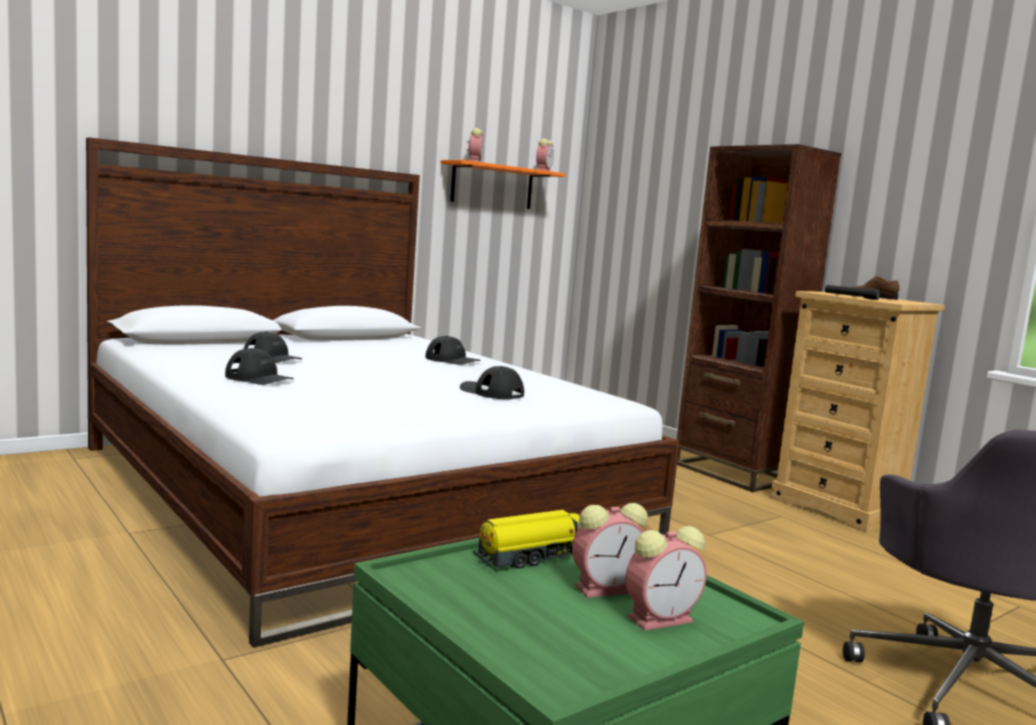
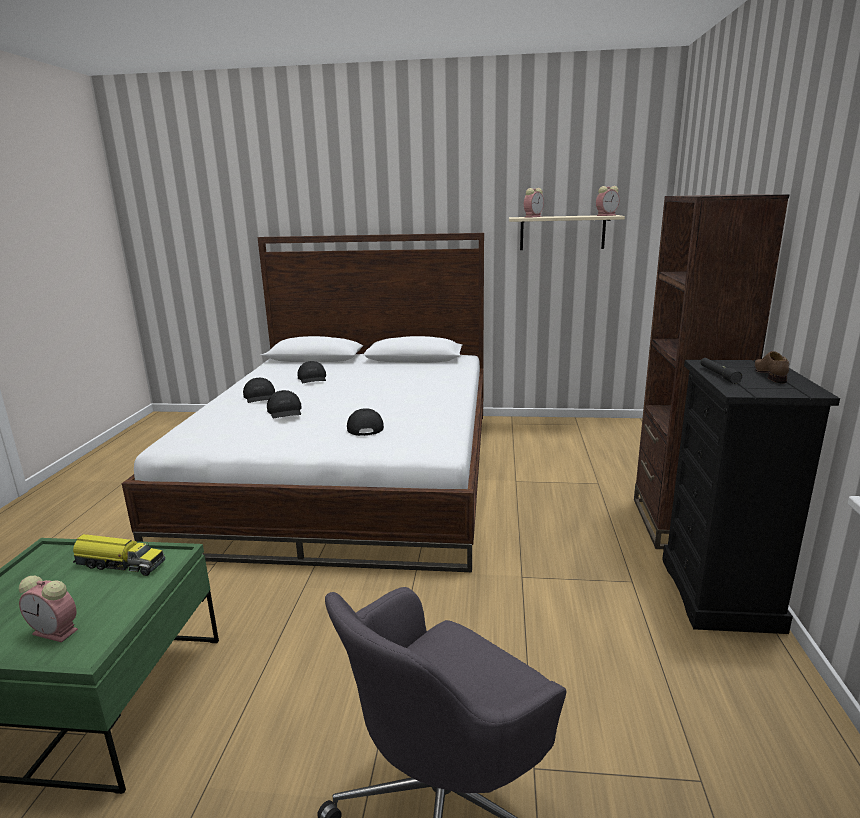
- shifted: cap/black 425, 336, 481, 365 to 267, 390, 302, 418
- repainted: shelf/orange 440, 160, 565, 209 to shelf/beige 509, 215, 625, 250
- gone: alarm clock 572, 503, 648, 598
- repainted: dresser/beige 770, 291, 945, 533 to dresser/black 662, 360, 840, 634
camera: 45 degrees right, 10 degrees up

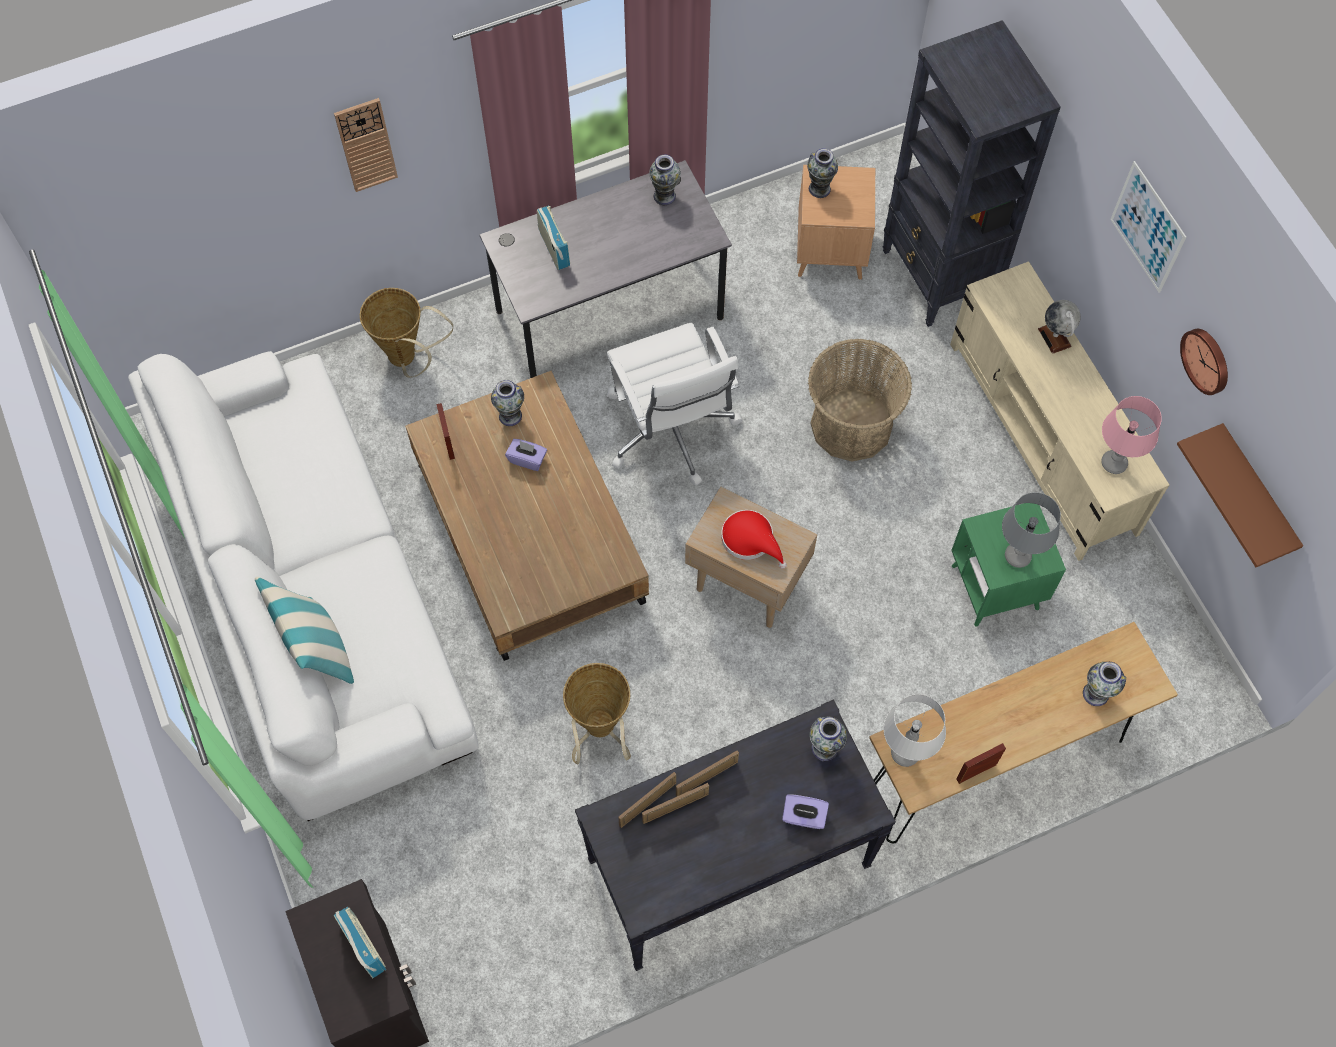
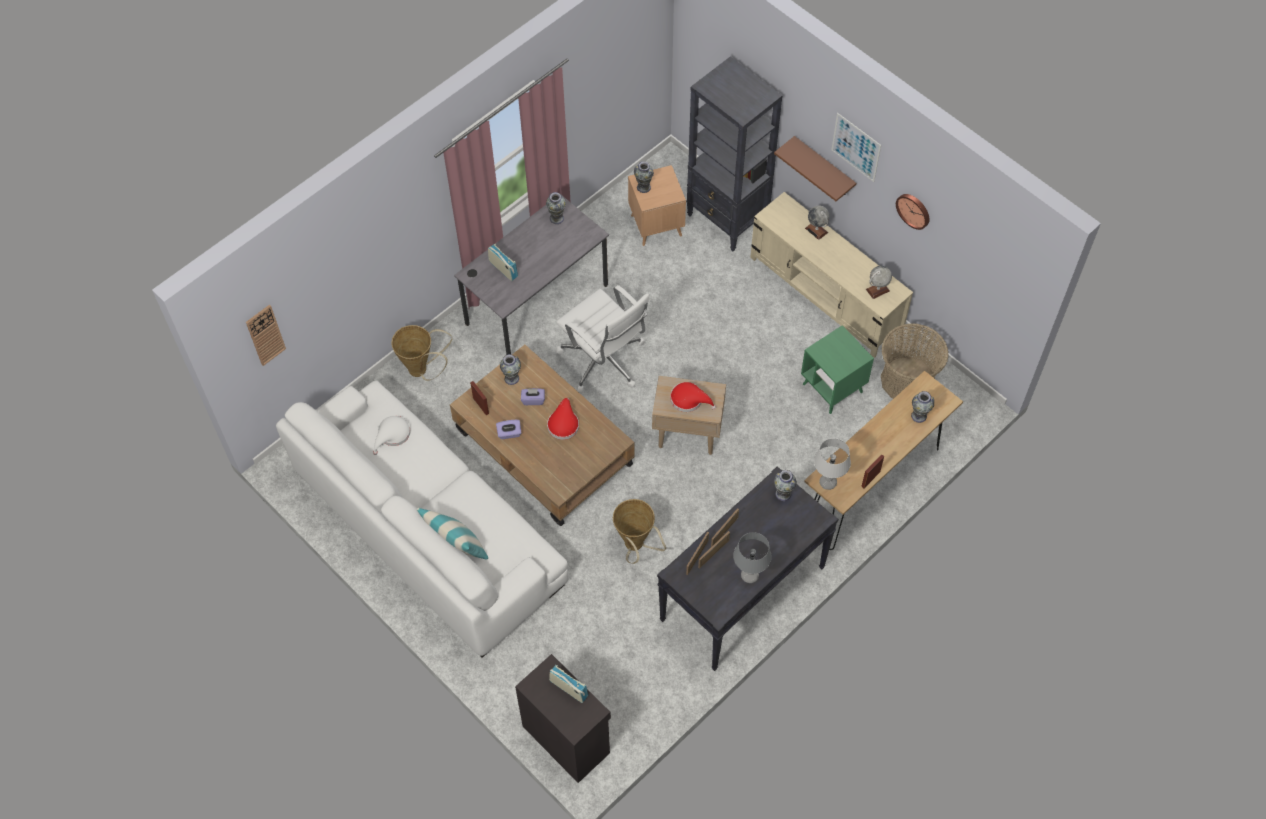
- shifted: wall clock 334, 98, 398, 192 to 246, 305, 286, 366
- shifted: tissue box/purple 782, 794, 829, 829 to 496, 420, 521, 439
- shifted: basket 808, 339, 912, 462 to 881, 323, 949, 399
- shifted: table lamp/grey 1002, 492, 1061, 568 to 733, 532, 772, 583
- swapped: table lamp/pink 1101, 396, 1162, 474 to globe 866, 266, 892, 299
- shifted: shelf/brown 1177, 423, 1303, 567 to 774, 136, 856, 201
- new: hat/white 373, 416, 410, 455
- new: hat/red 547, 398, 579, 440
camera: 20 degrees left, 5 degrees down

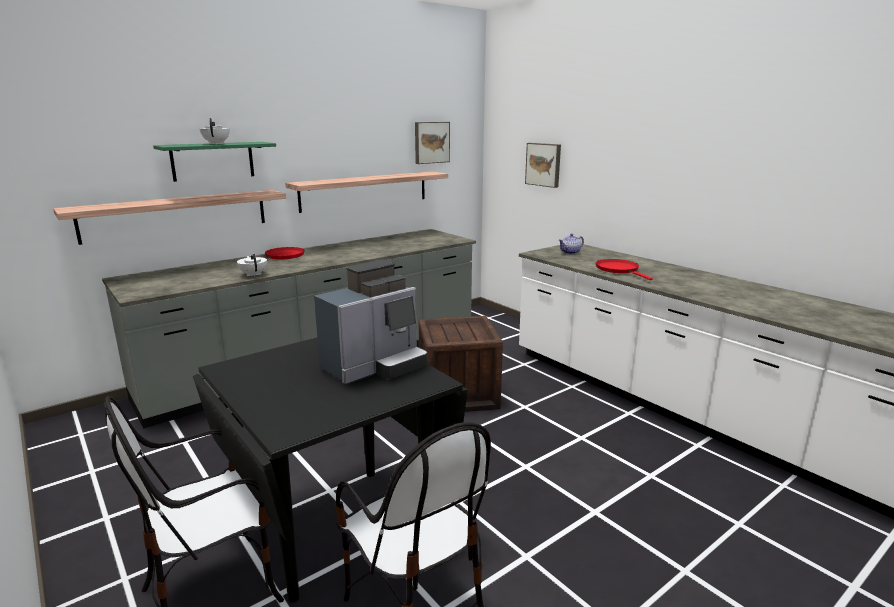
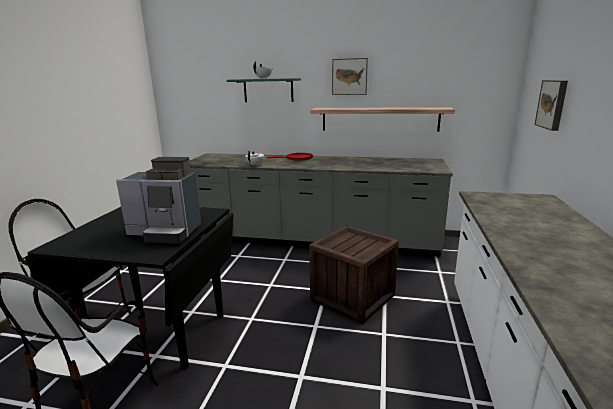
- gone: shelf 53, 190, 286, 245
- shifted: picture 415, 122, 450, 164 to 332, 58, 368, 95
- gone: teapot 559, 234, 584, 254
- gone: frying pan/red 596, 259, 653, 280
camera: 50 degrees right, 0 degrees up

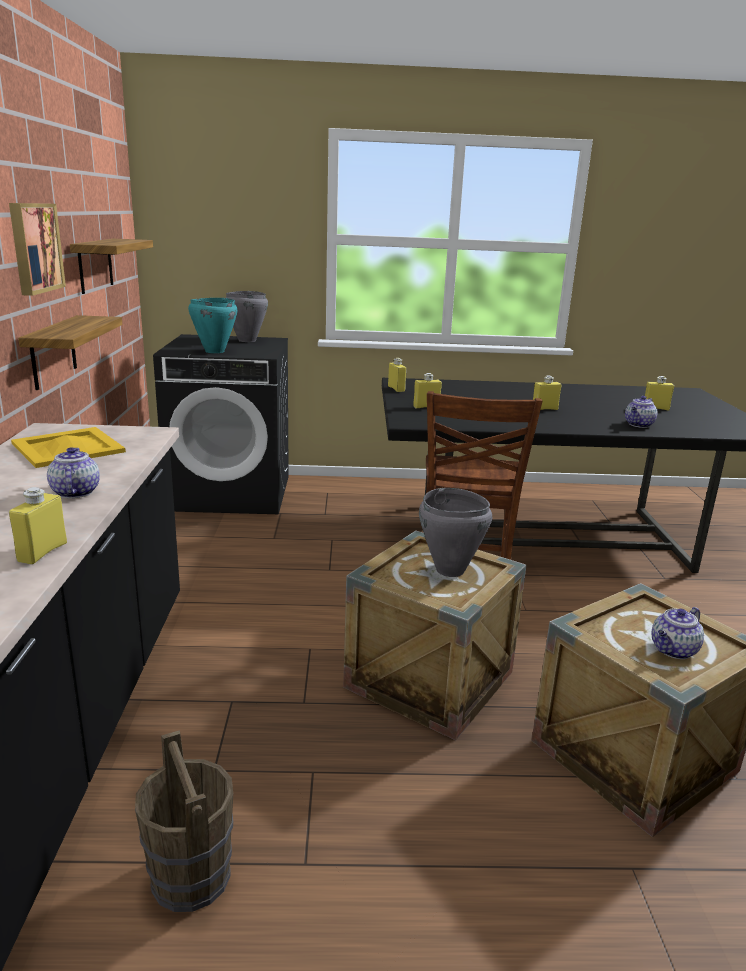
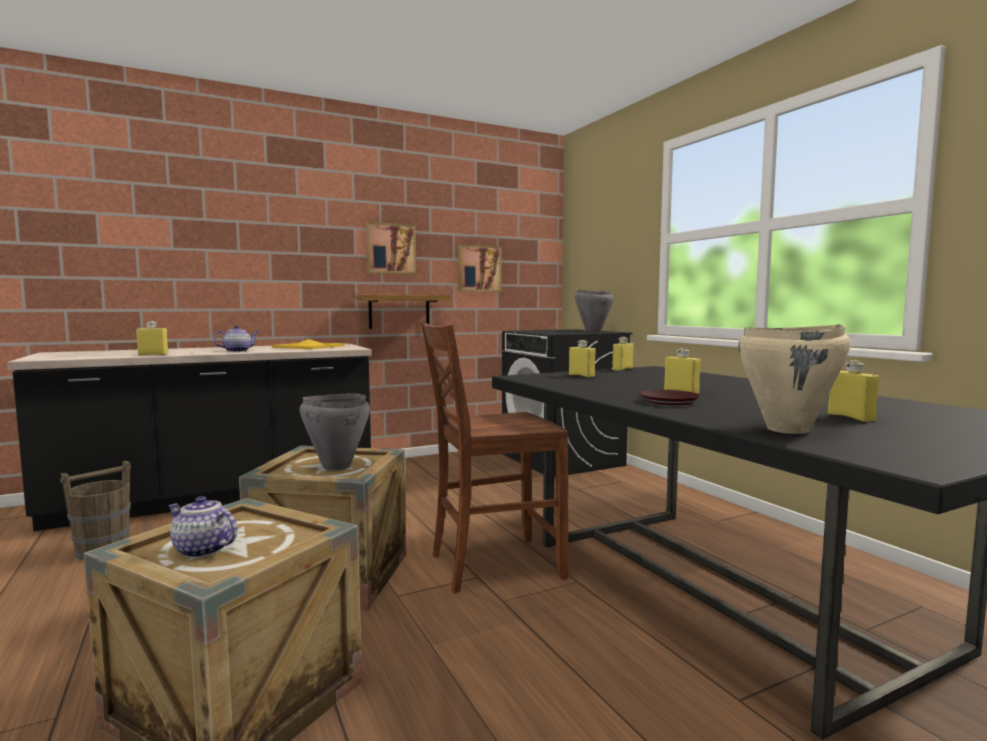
- swapped: shelf 70, 239, 153, 294 to picture 458, 244, 501, 292
- gone: cooking pot/turquoise 188, 298, 237, 353
- gone: teapot 625, 396, 658, 428
- new: plate/brown 639, 390, 700, 405
- new: cooking pot/beige 738, 324, 850, 434
camera: 65 degrees right, 15 degrees down

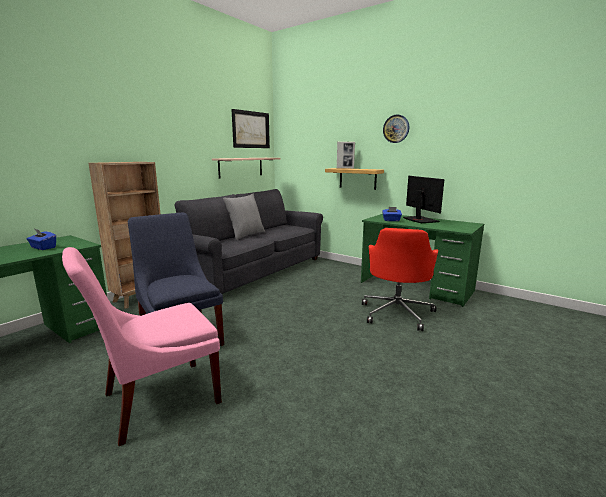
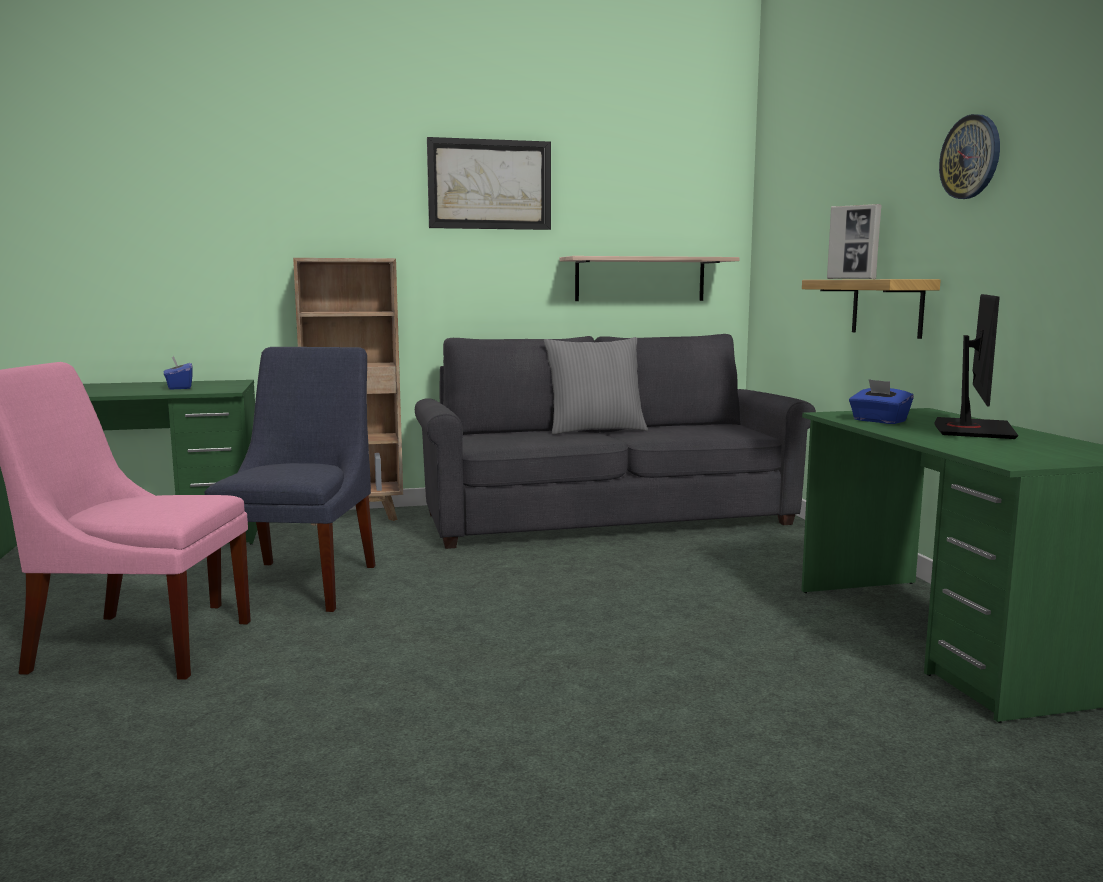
- shifted: picture 232, 109, 270, 148 to 427, 137, 551, 230
- gone: office chair/red 362, 228, 438, 331
camera: 40 degrees right, 5 degrees down

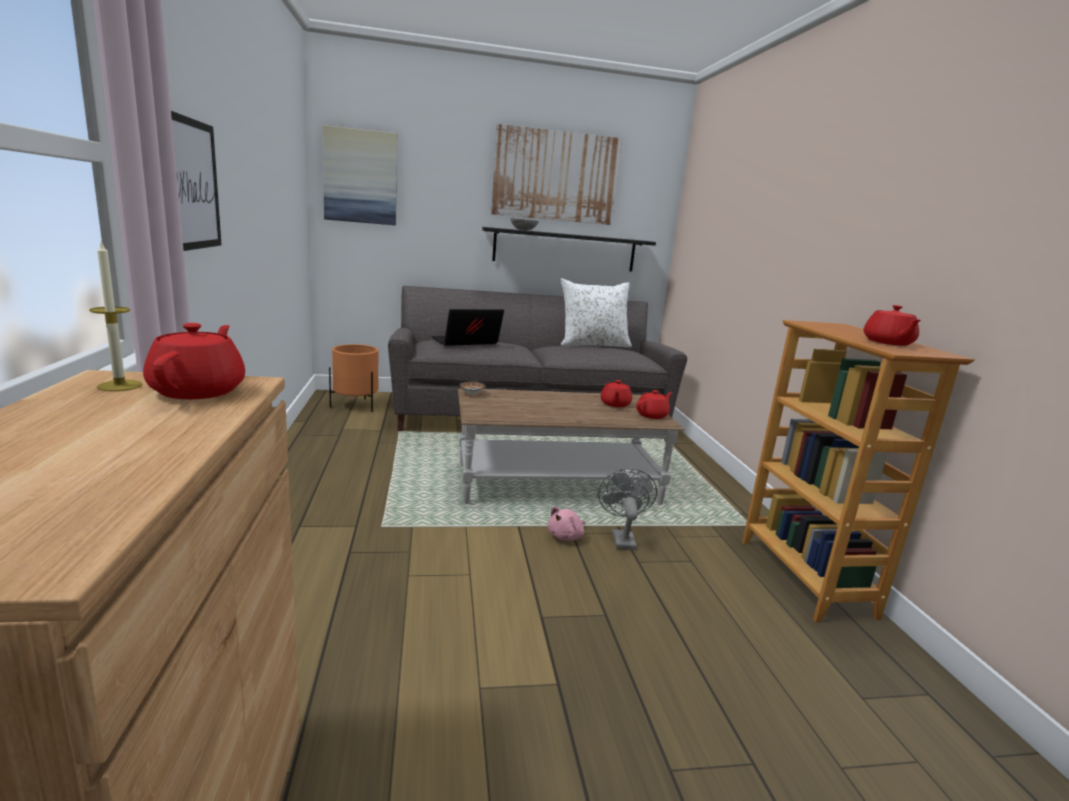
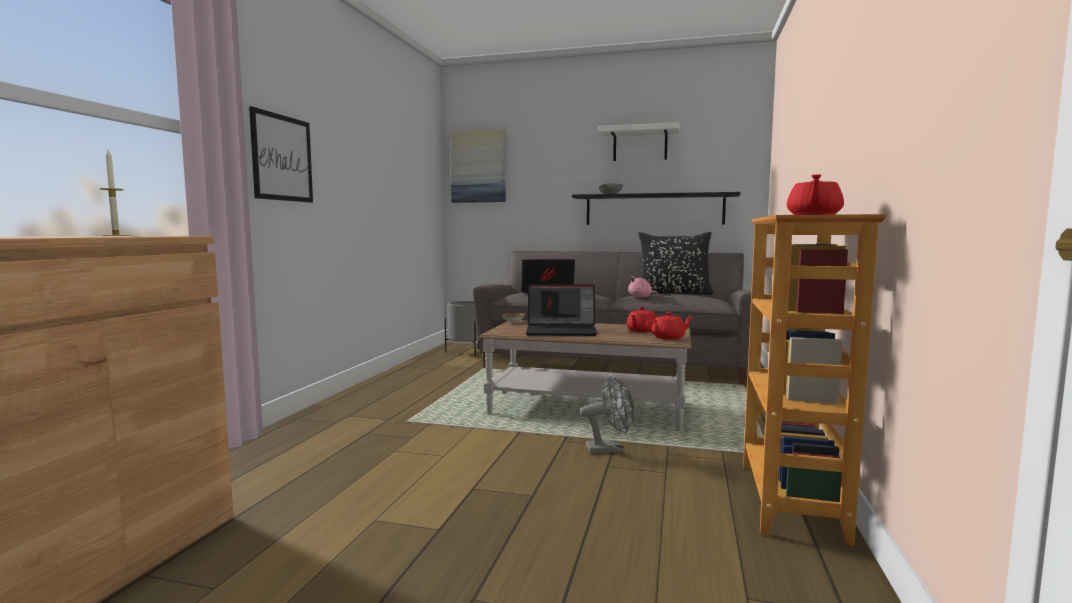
- gone: teapot/red 143, 323, 245, 399
- repainted: planter/orange 329, 344, 378, 412 to planter/grey 445, 301, 479, 356
- swapped: picture 491, 124, 622, 225 to shelf/white 599, 122, 679, 161
- shifted: plush toy/pink 548, 506, 585, 541 to 628, 276, 658, 298
- repainted: pillow/white 560, 278, 632, 347 to pillow/black 638, 232, 714, 295
- rotated: fan/grey 598, 469, 657, 550 = 580, 376, 634, 453 60 degrees clockwise
- new: laptop 525, 284, 597, 336
camera: 25 degrees right, 10 degrees down

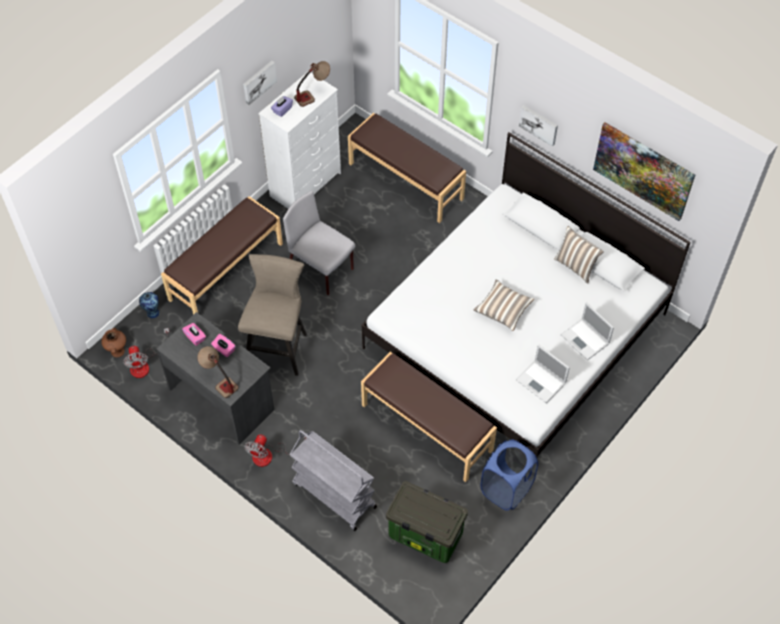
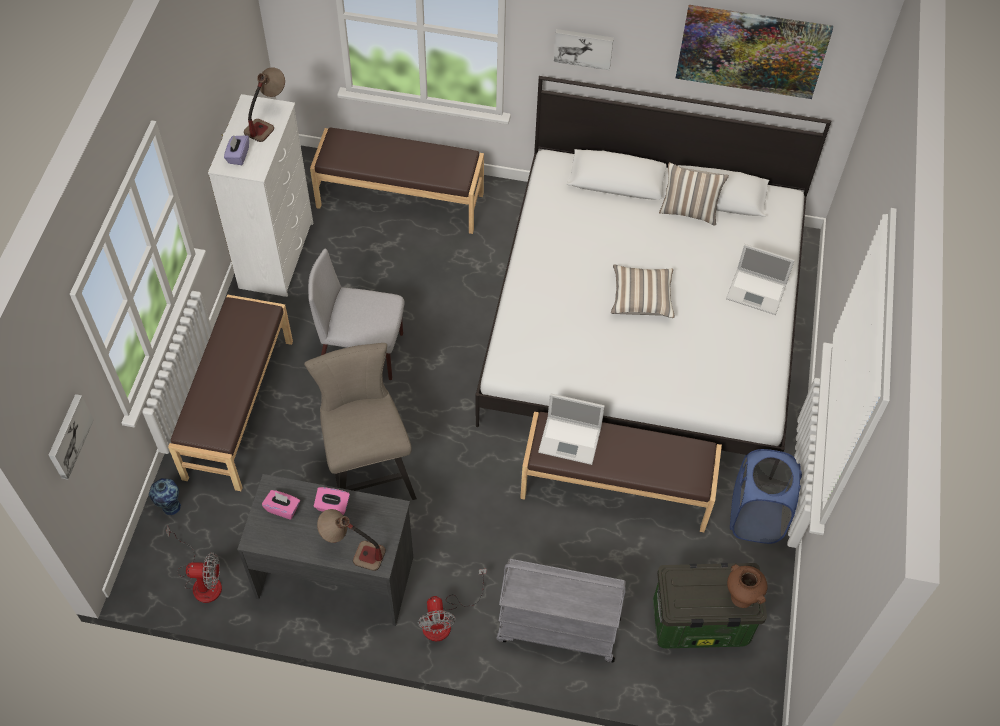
- shifted: vase/brown 101, 328, 126, 357 to 727, 564, 768, 608
- rotated: fan 123, 328, 169, 378 = 166, 526, 222, 603 45 degrees counterclockwise
- shifted: picture 243, 61, 277, 105 to 49, 394, 94, 480
- shifted: laptop 516, 344, 570, 403 to 538, 393, 605, 465
camera: 30 degrees left, 0 degrees up

